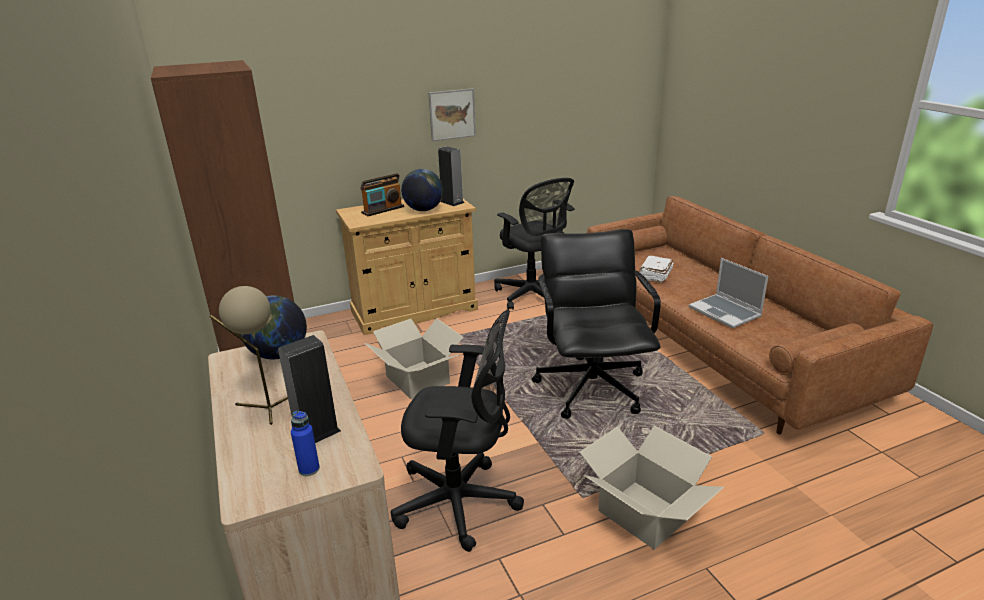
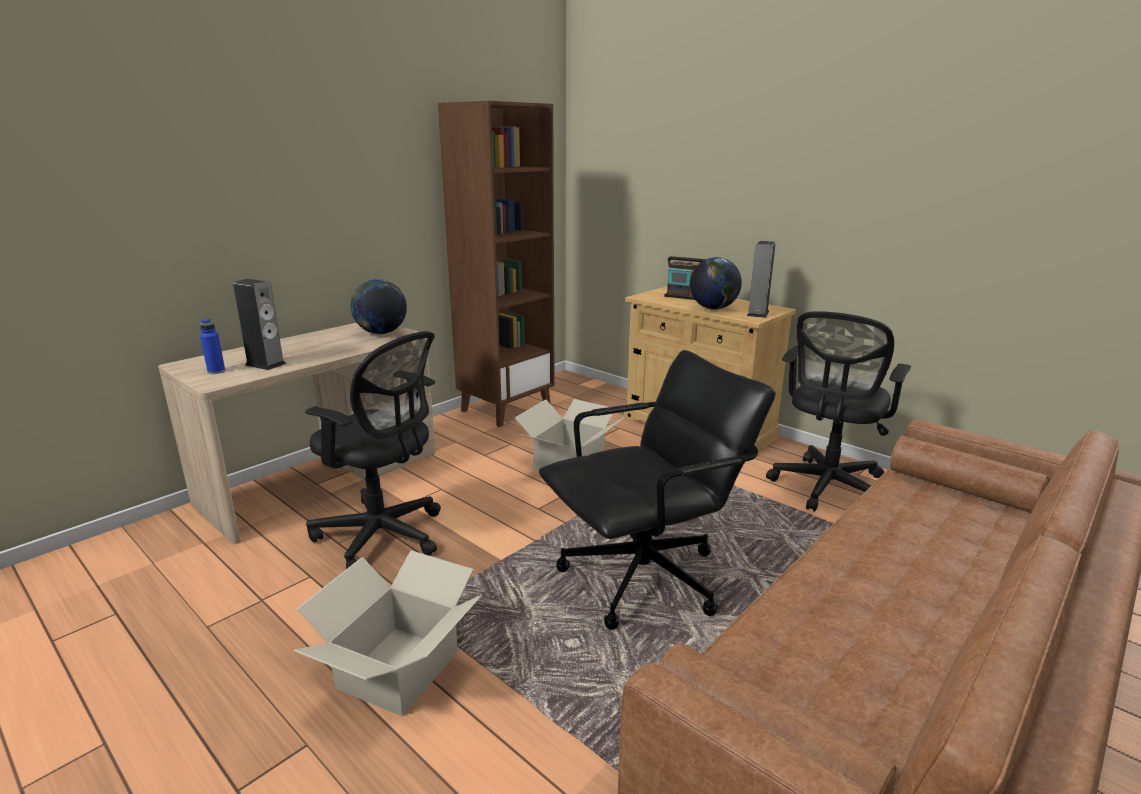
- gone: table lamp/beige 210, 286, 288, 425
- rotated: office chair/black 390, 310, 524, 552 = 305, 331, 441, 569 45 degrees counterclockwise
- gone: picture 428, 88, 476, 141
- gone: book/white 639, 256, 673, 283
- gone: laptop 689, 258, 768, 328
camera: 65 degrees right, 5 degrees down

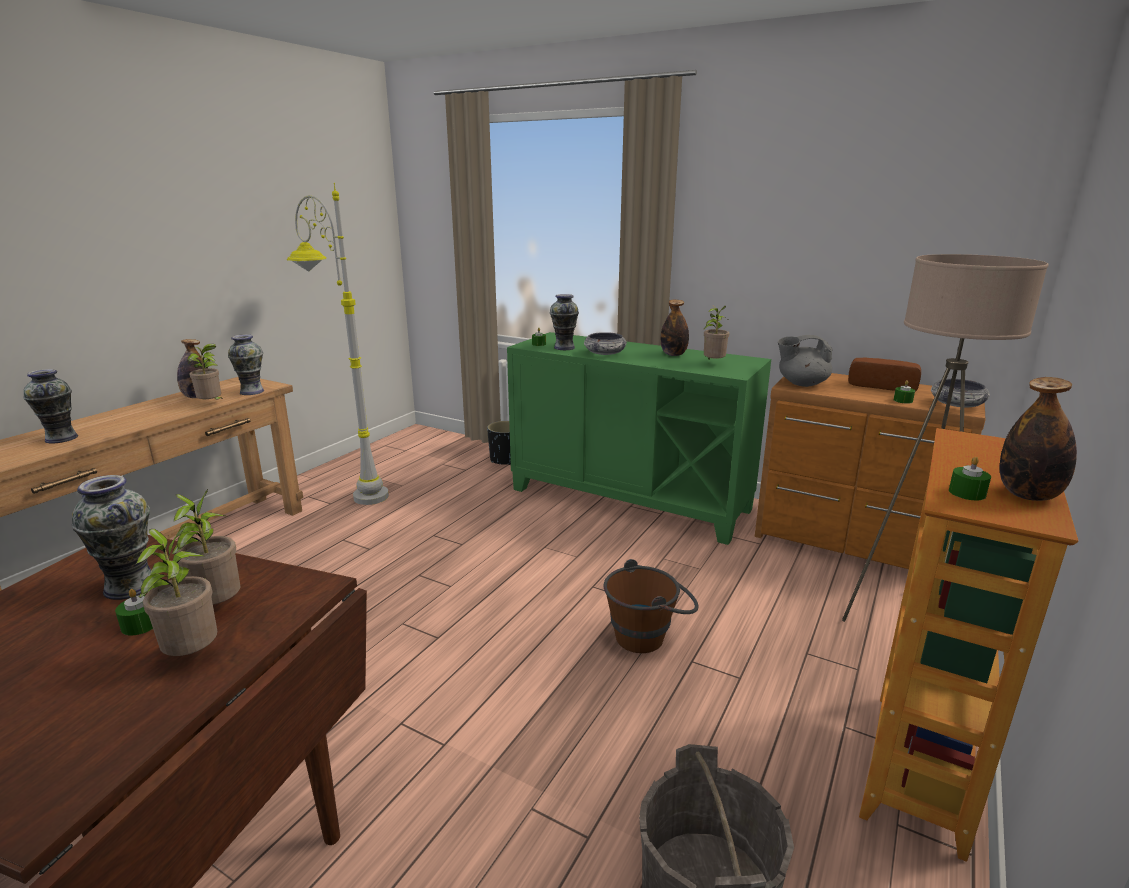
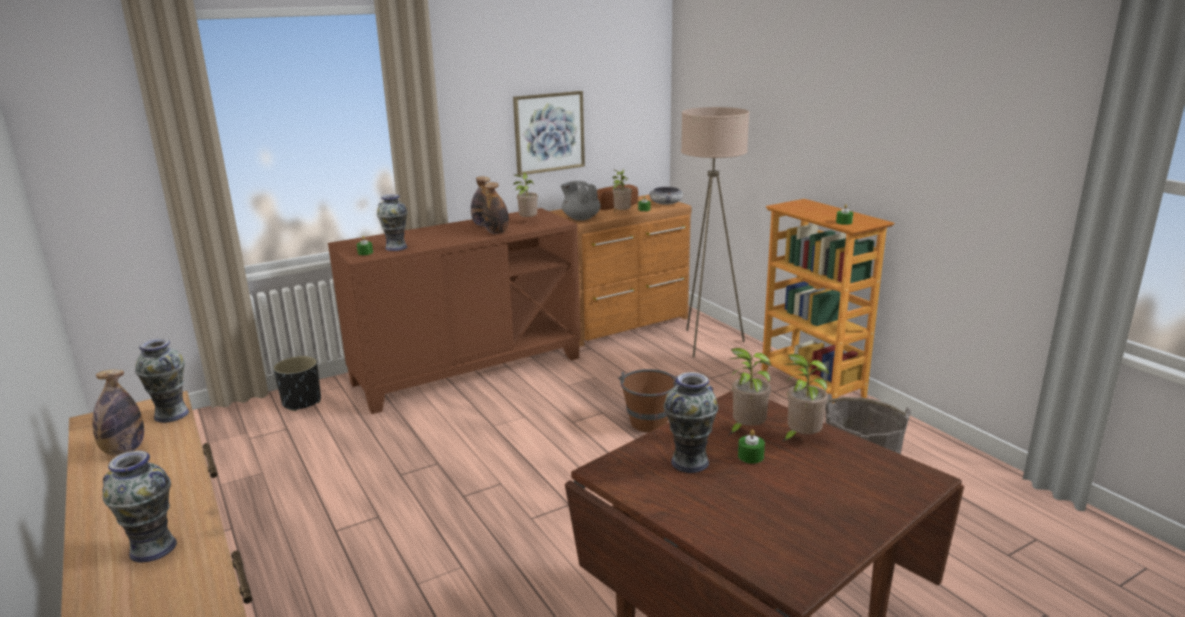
- shifted: potted plant 187, 344, 224, 400 to 612, 169, 632, 212
- gone: floor lamp/grey 287, 183, 389, 505
- repainted: cabinet/green 507, 332, 771, 545 to cabinet/brown 328, 208, 581, 414
- gone: bowl 584, 332, 627, 355
- rotated: teapot/grey 778, 335, 833, 387 = 561, 181, 601, 221 105 degrees clockwise
- shifted: bottle 1000, 377, 1077, 501 to 483, 182, 509, 234
- new: picture 513, 91, 585, 176
camera: 60 degrees left, 0 degrees up

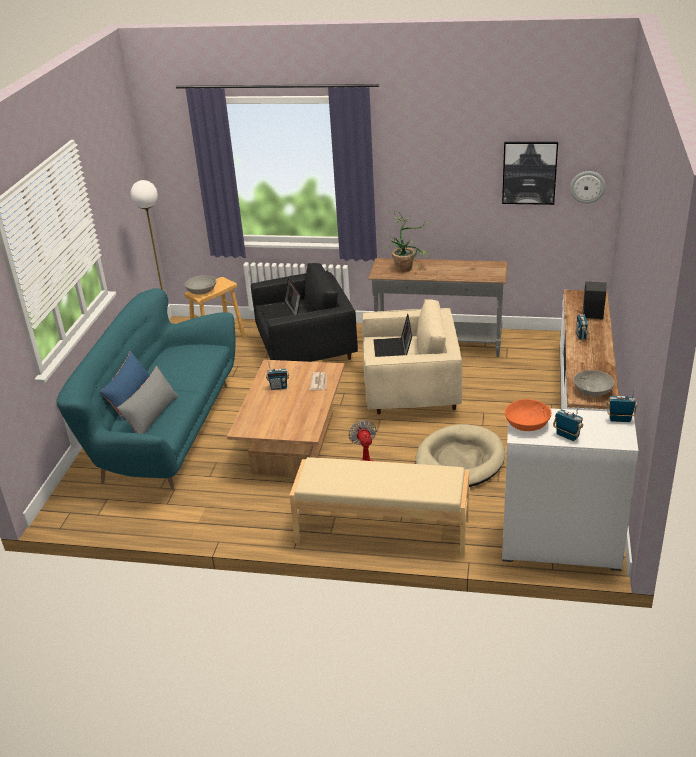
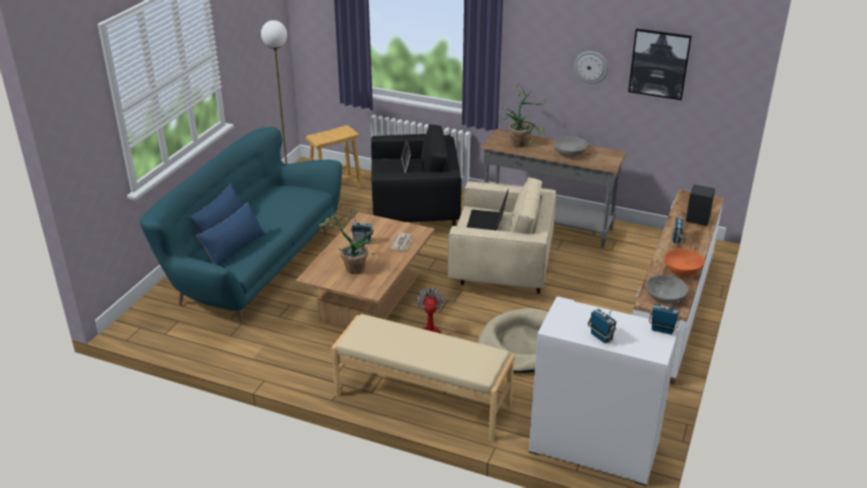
- repainted: pillow/grey 117, 366, 179, 434 to pillow/blue 196, 202, 266, 266
- shifted: bowl/grey 185, 275, 216, 295 to 553, 136, 588, 157
- shifted: bowl/orange 505, 399, 552, 431 to 664, 248, 705, 275
- shifted: wall clock 570, 171, 606, 204 to 574, 51, 608, 84
- new: potted plant 319, 208, 375, 274
camera: 10 degrees right, 0 degrees up

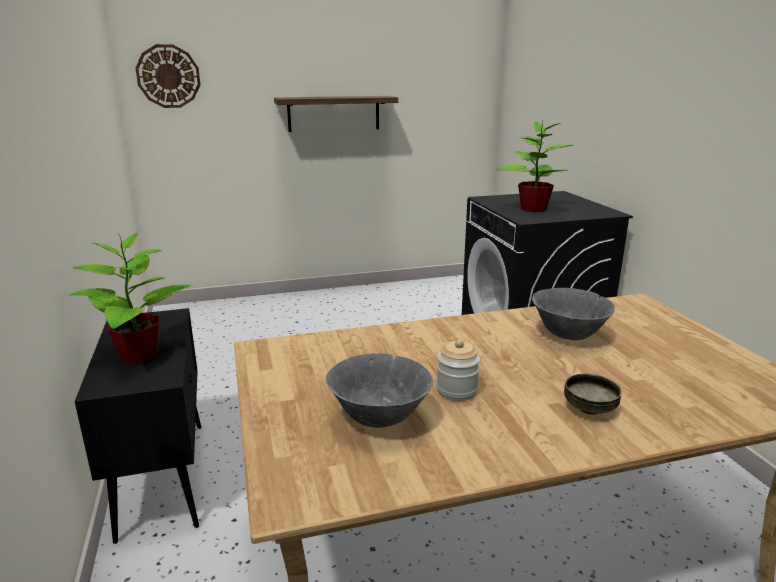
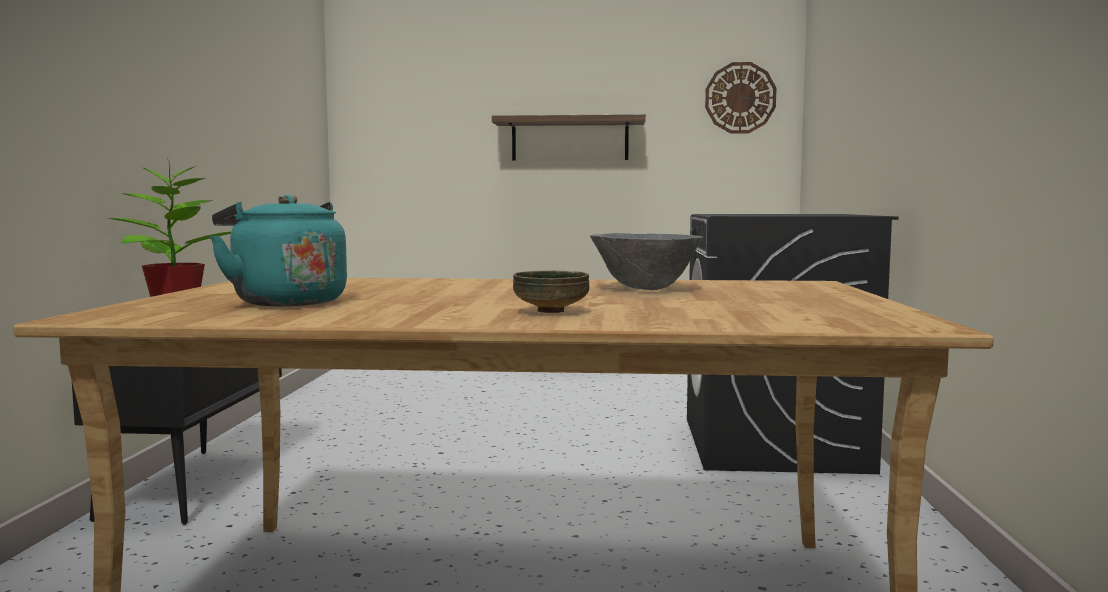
- shifted: wall clock 135, 44, 201, 108 to 705, 62, 777, 133
- swapped: bowl/grey 326, 353, 433, 428 to kettle/turquoise 210, 195, 347, 306
- gone: jar 436, 339, 480, 401
- gone: potted plant 496, 119, 573, 212
camera: 20 degrees right, 15 degrees down

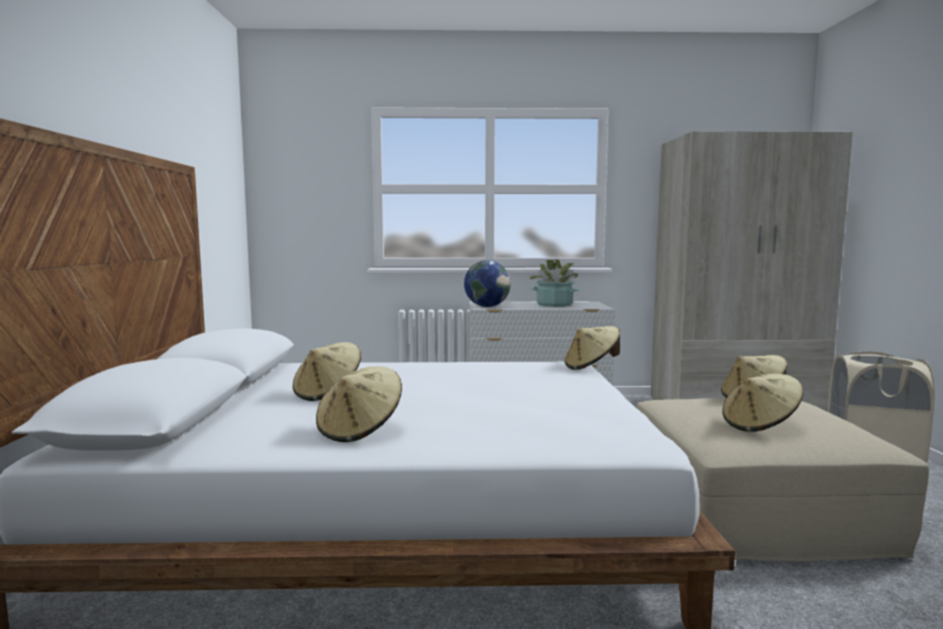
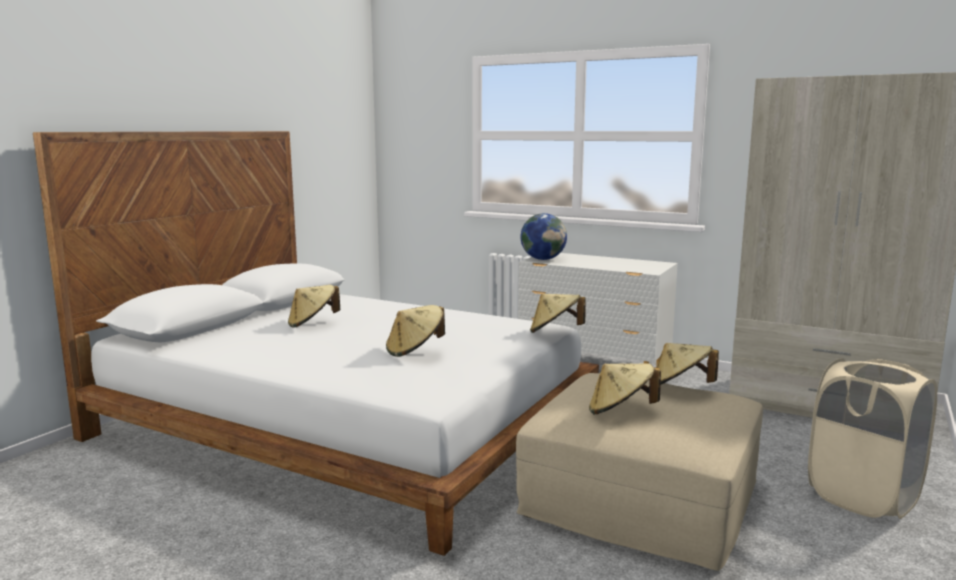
- shifted: hat/beige 316, 366, 402, 442 to 386, 305, 445, 357
- gone: potted plant 529, 259, 580, 307
camera: 30 degrees right, 5 degrees up

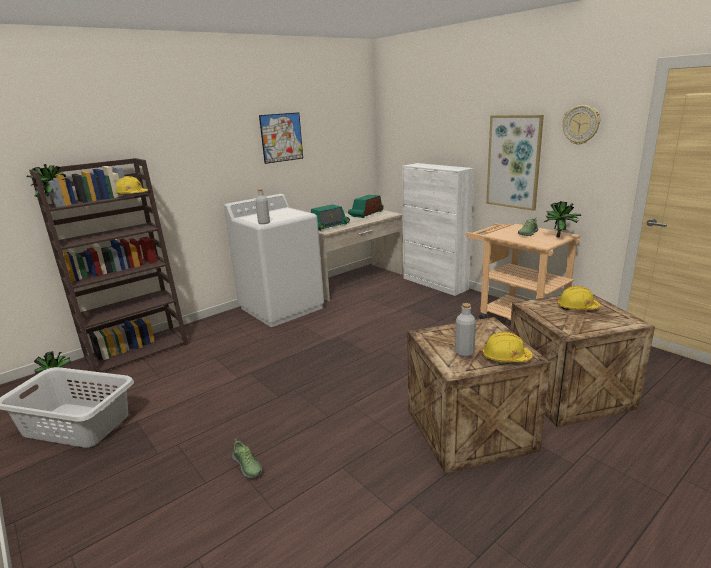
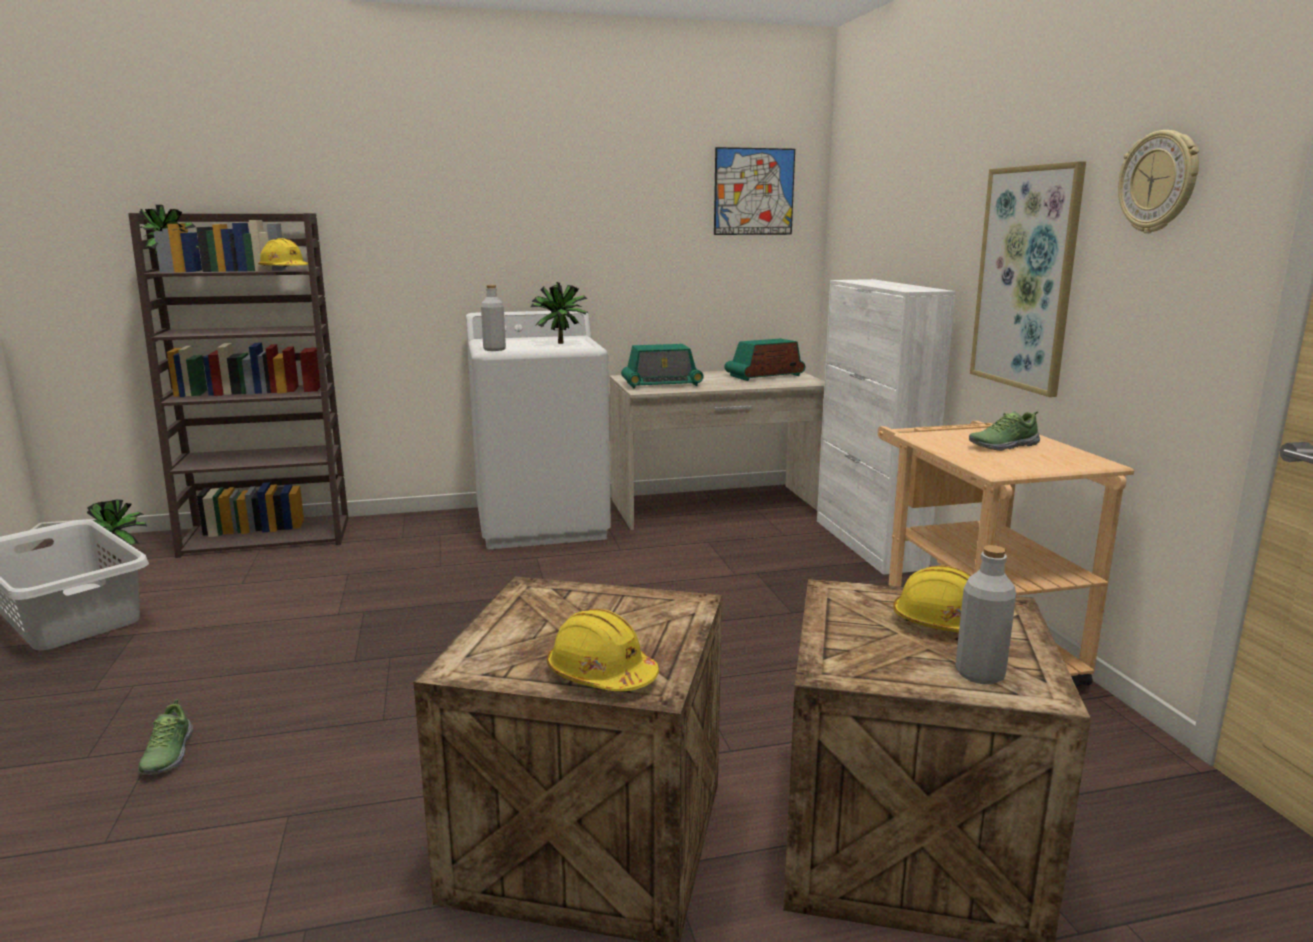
- shifted: picture 259, 112, 303, 164 to 714, 147, 795, 235
- shifted: bottle/grey 455, 303, 476, 357 to 955, 545, 1016, 684
- shifted: potted plant 543, 201, 581, 237 to 530, 282, 588, 344
camera: 25 degrees right, 5 degrees down

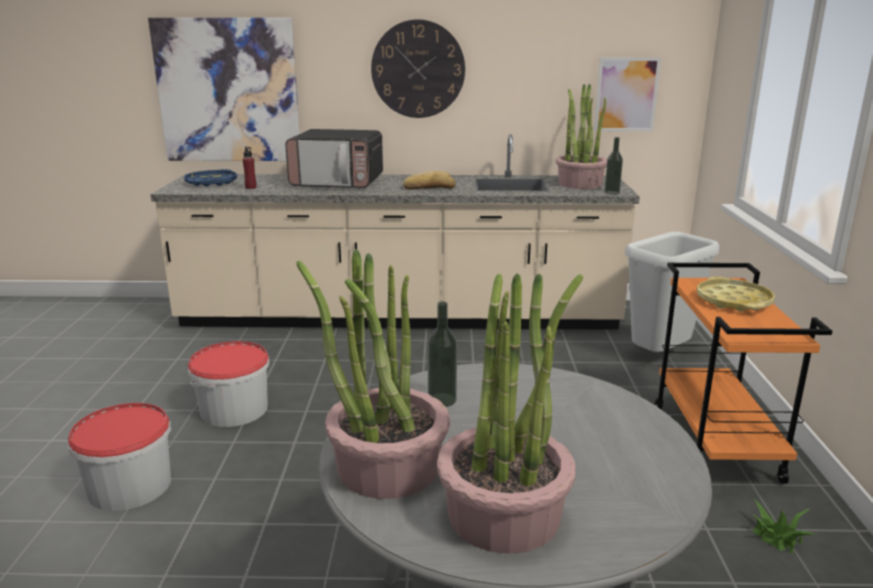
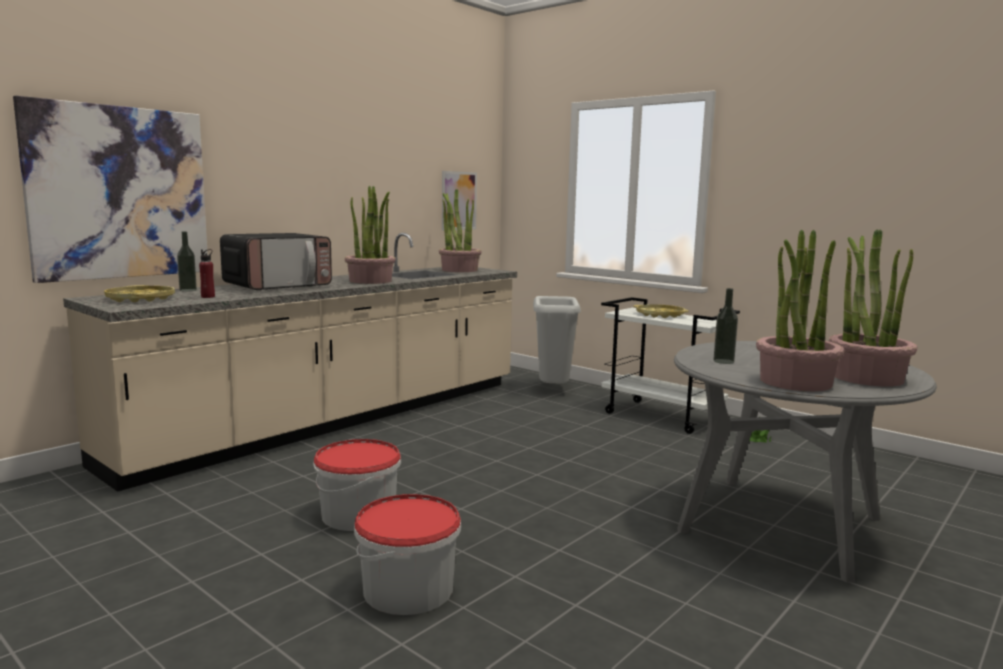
- repainted: tray/blue 184, 169, 237, 187 to tray/yellow 104, 285, 175, 302
- gone: wall clock 371, 19, 465, 118
- swapped: bread 403, 171, 456, 190 to potted plant 345, 186, 396, 284
- shifted: bottle 604, 137, 623, 195 to 177, 232, 197, 292
- repainted: cart/orange 655, 263, 832, 484 to cart/white 601, 297, 740, 434
camera: 50 degrees left, 10 degrees down

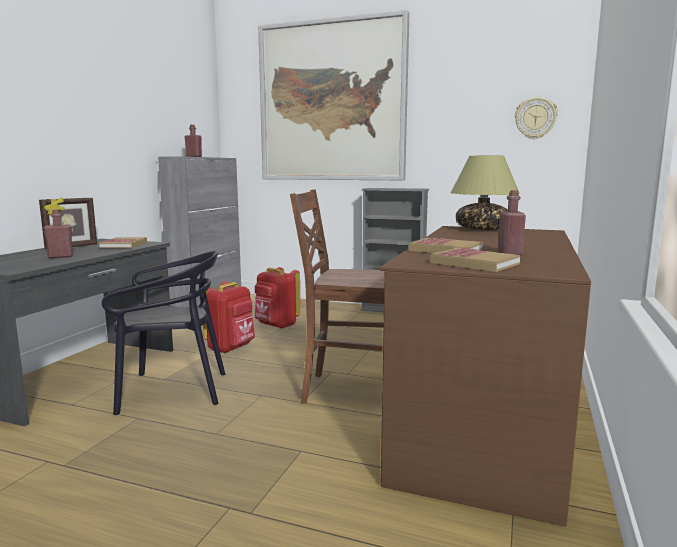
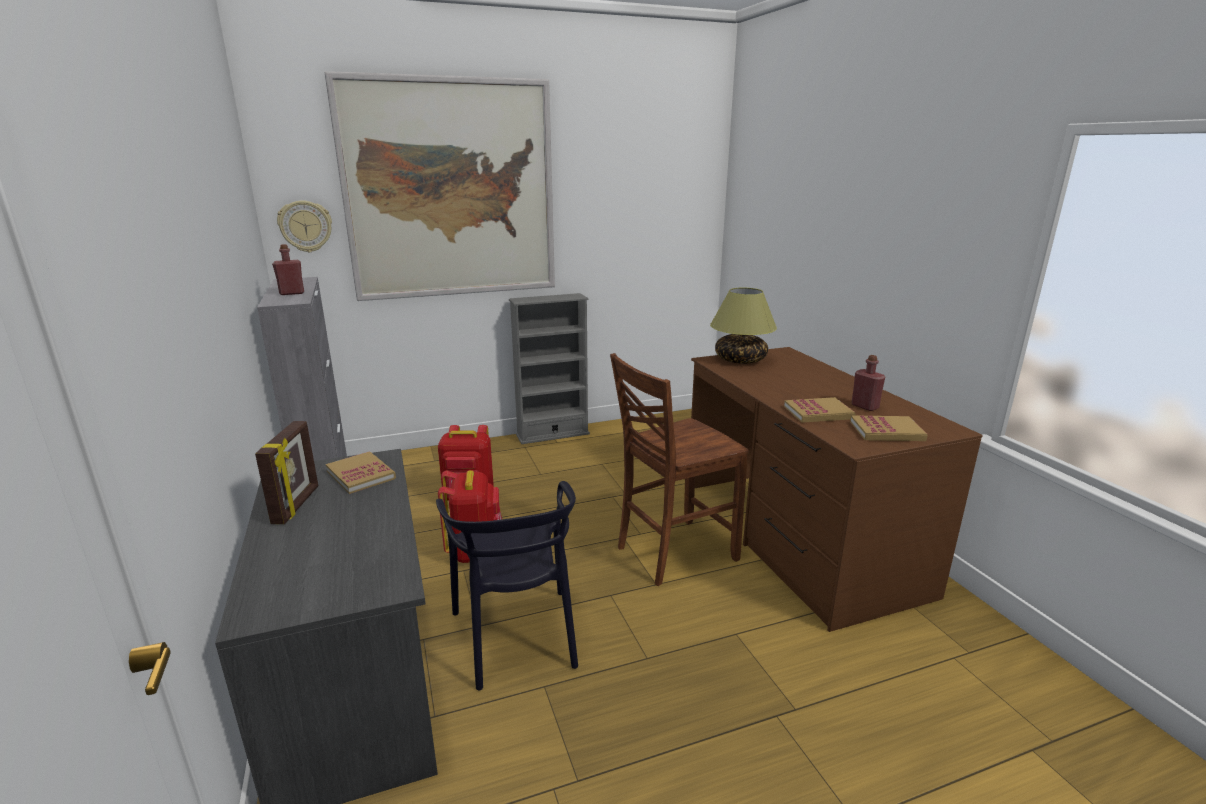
- gone: bottle/red 43, 209, 73, 258
- rotated: chair/black 102, 251, 225, 415 = 436, 481, 578, 690 120 degrees clockwise
- shifted: wall clock 515, 97, 558, 139 to 277, 200, 332, 252
camera: 40 degrees left, 10 degrees up

